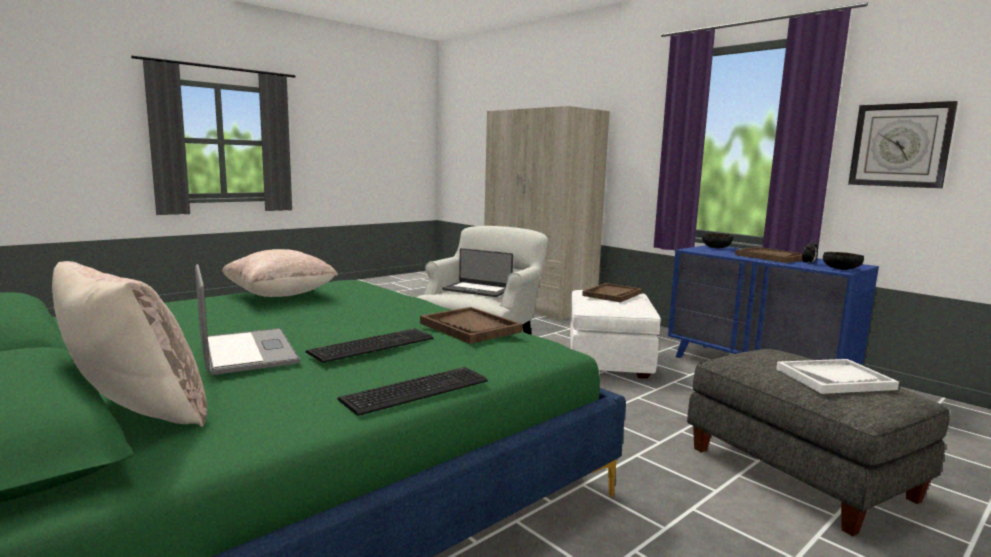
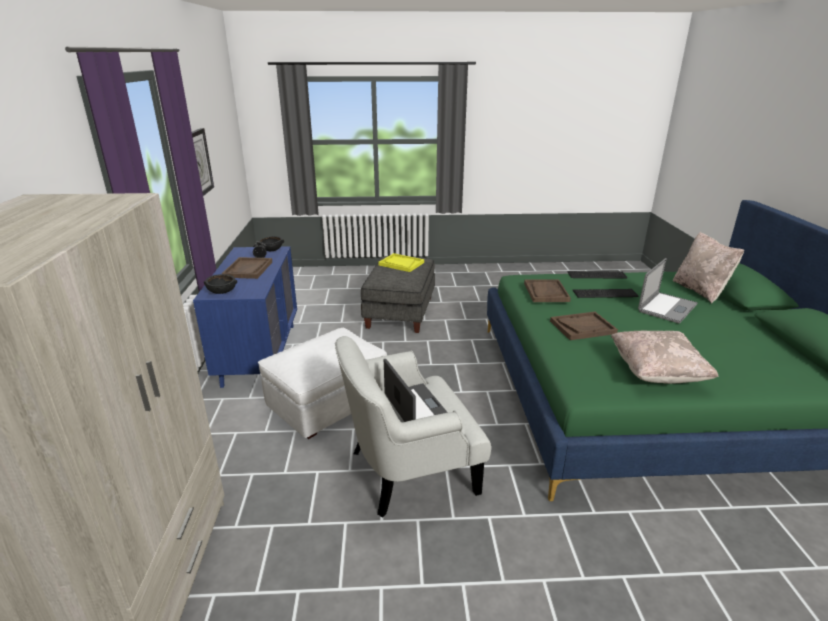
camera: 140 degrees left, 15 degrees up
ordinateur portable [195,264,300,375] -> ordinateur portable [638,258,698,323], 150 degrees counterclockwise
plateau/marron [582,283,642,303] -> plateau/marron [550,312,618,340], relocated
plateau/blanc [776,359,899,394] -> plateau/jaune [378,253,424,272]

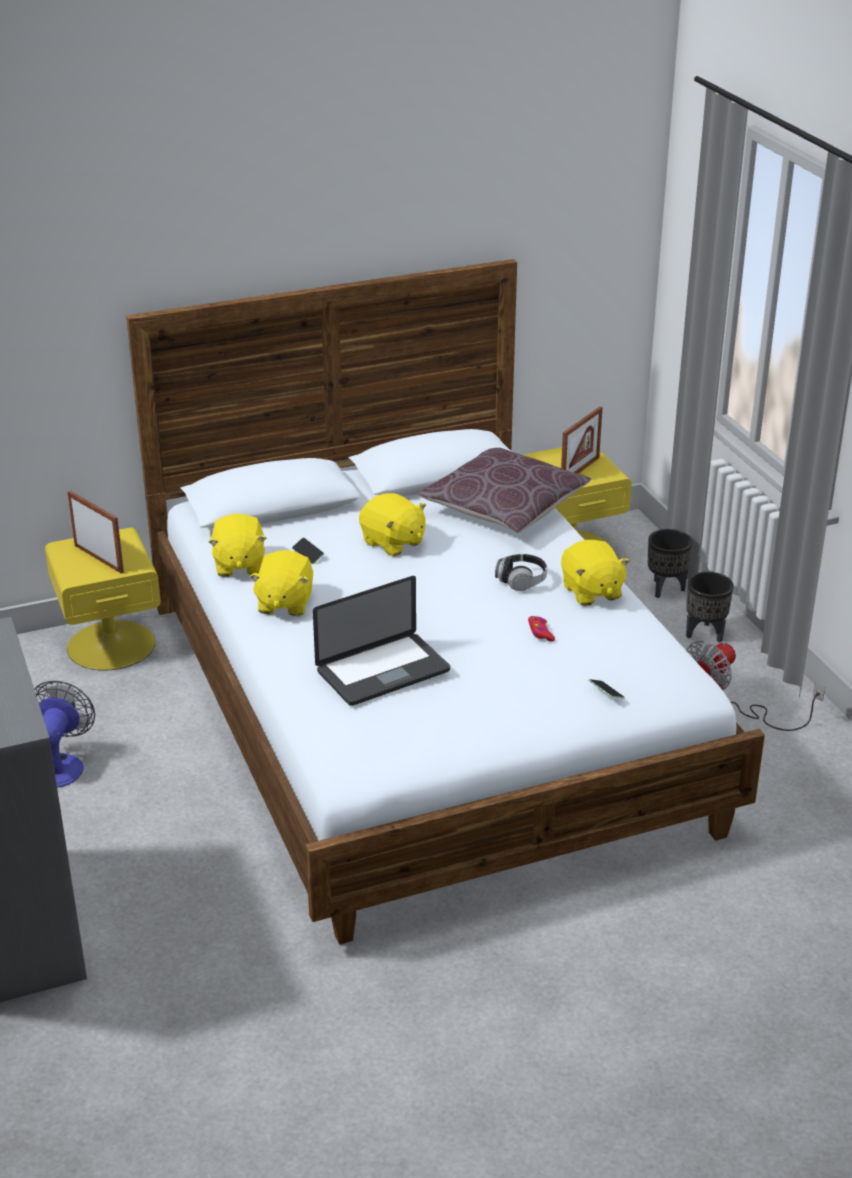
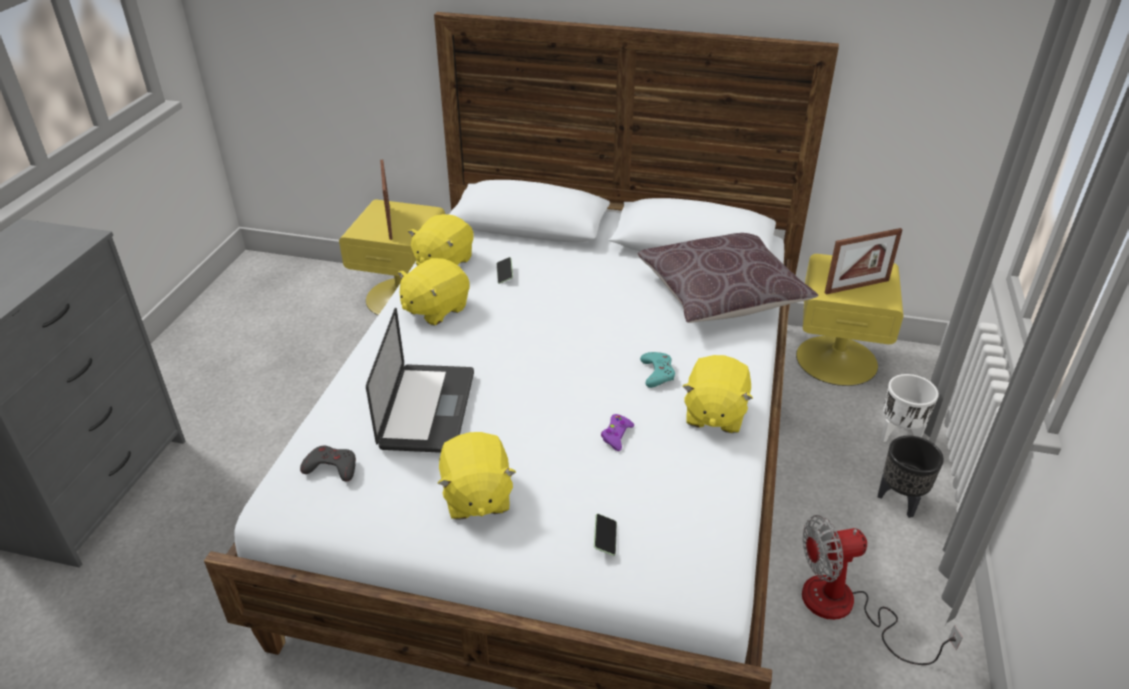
camera: 35 degrees right, 5 degrees up
peluche/jaune [359,493,426,556] -> peluche/jaune [438,432,516,520], relocated
cache-pot/noir [648,529,692,598] -> cache-pot/blanc [881,374,939,442]
casque audio [495,554,547,591] -> manette/turquoise [640,352,675,388]
ordinateur portable [313,576,450,706] -> ordinateur portable [366,308,474,453], 90 degrees counterclockwise
manette/rouge [528,616,555,642] -> manette/violet [601,414,634,451]
ventilateur [34,681,95,788] -> none
none -> manette/gris [300,446,356,481]

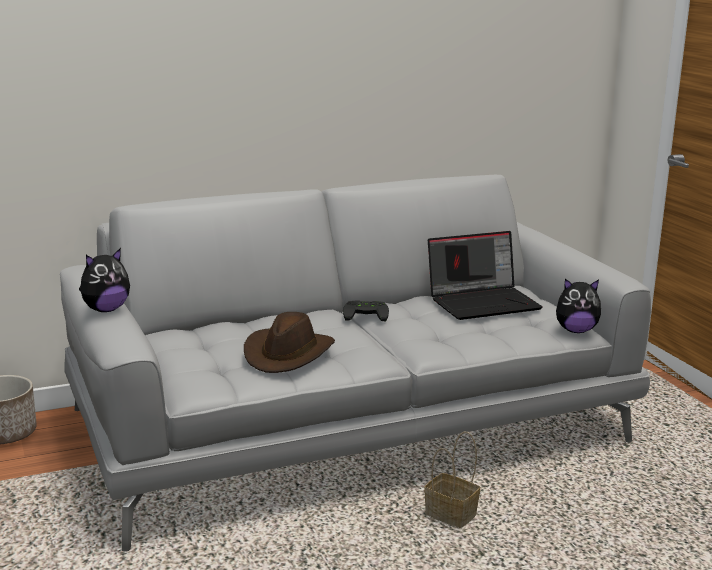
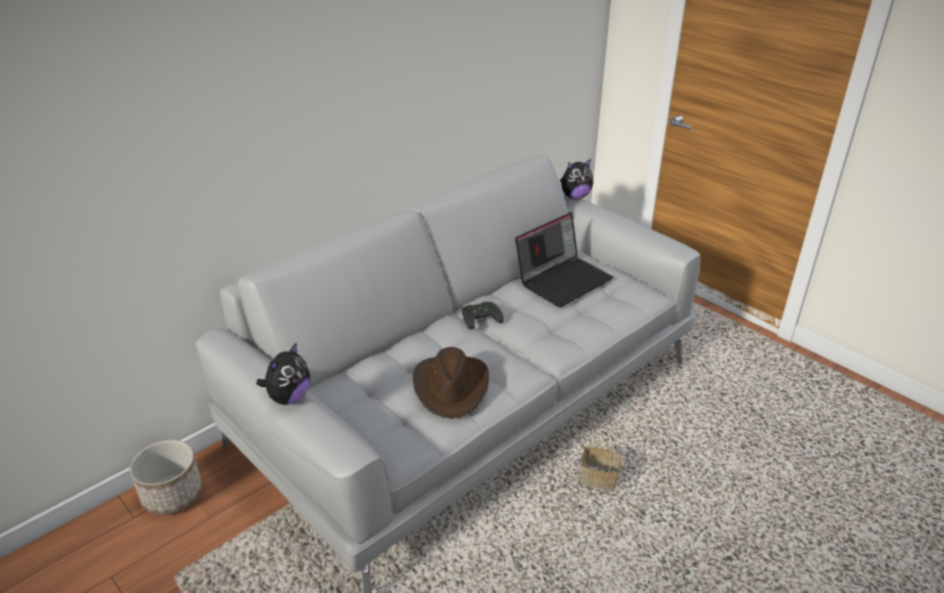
camera: 20 degrees left, 15 degrees up
peluche [556,279,601,333] -> peluche [560,159,593,199], relocated

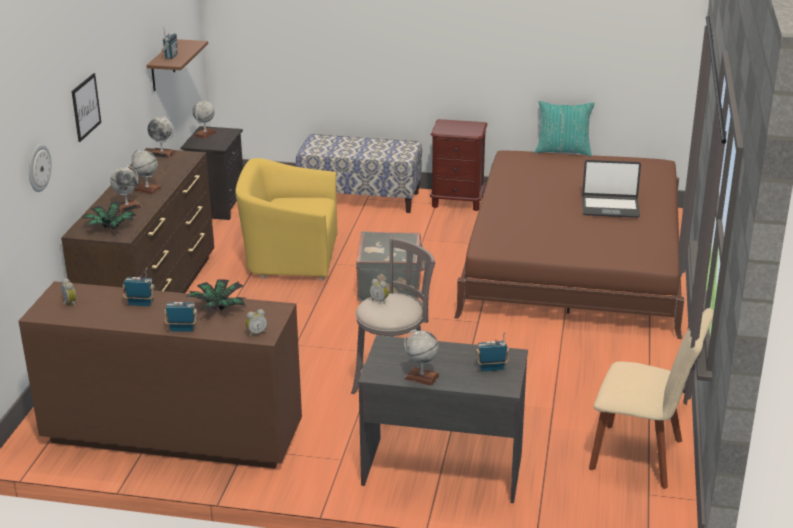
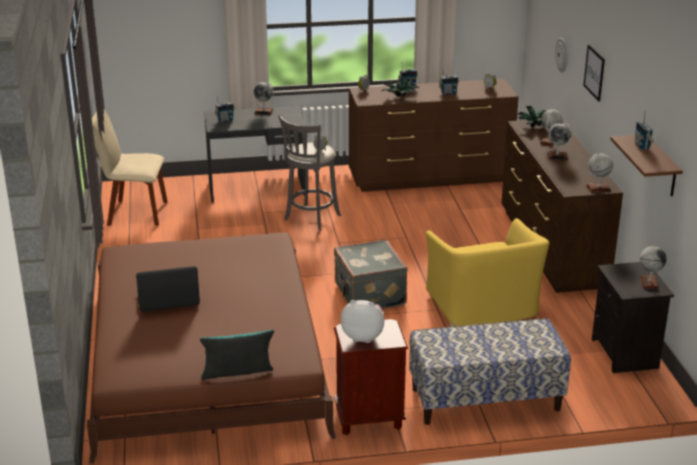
camera: 160 degrees right, 0 degrees up
fauteuil/jaune [235,158,338,281] -> fauteuil/jaune [426,218,549,327], 90 degrees clockwise
none -> peluche [341,300,384,343]

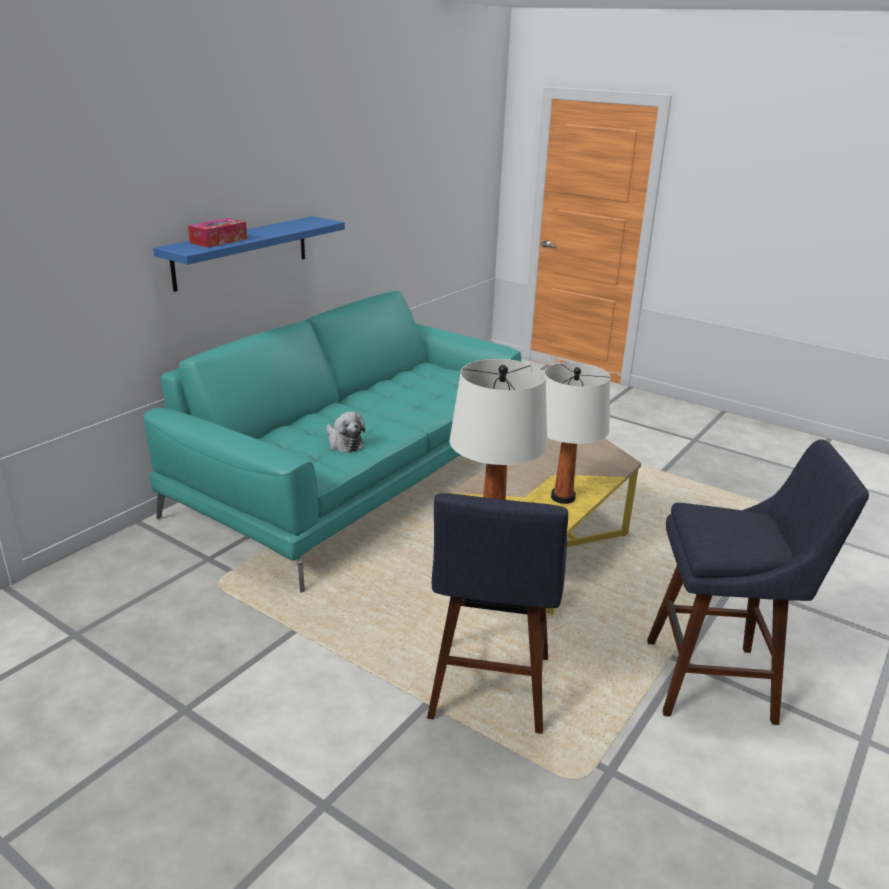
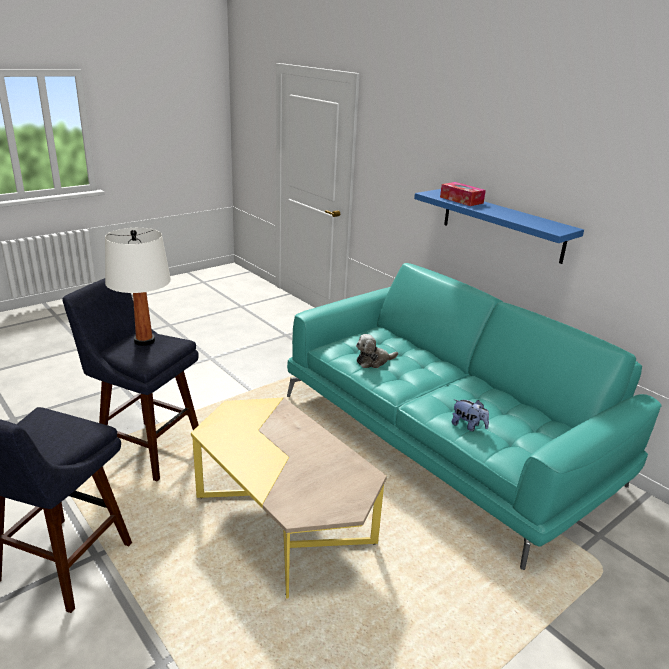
camera: 105 degrees right, 0 degrees up
lampe de table/blanc [544,363,610,504] -> none
none -> peluche [452,399,489,431]

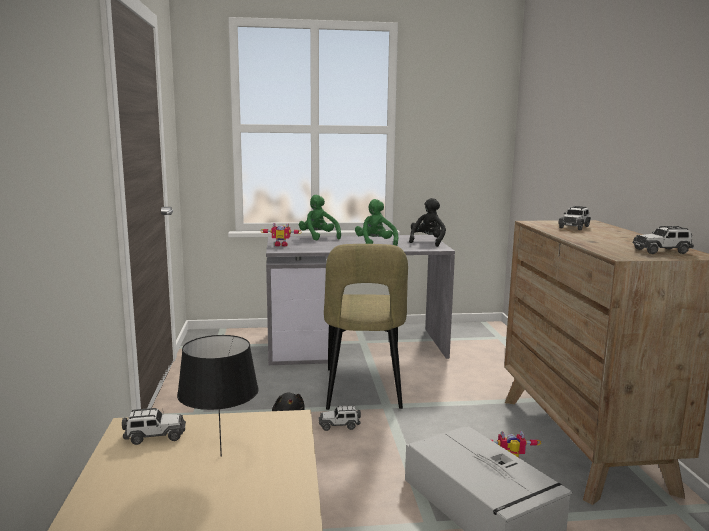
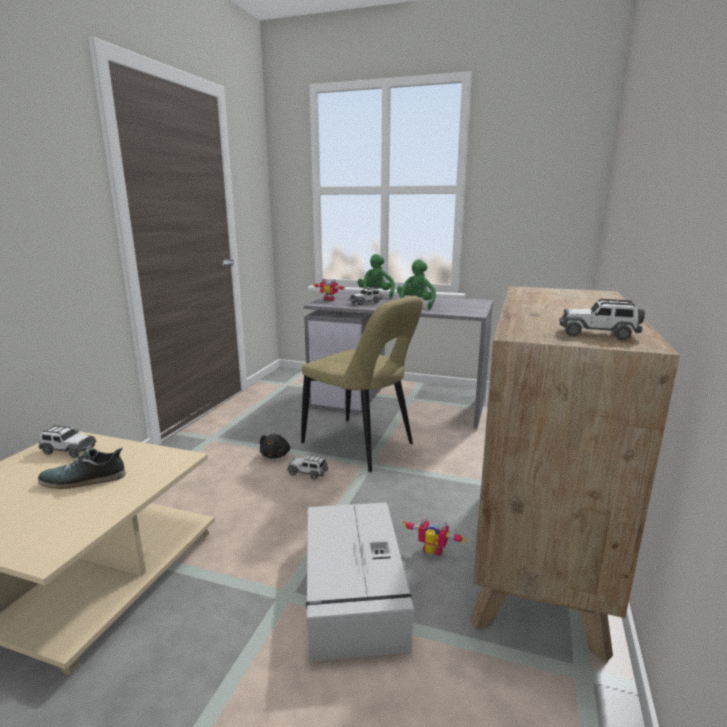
camera: 25 degrees right, 5 degrees up
peluche/noir [409,198,446,247] -> none
petite voiture [558,206,591,230] -> petite voiture [350,287,382,305], relocated
chaise/beige [324,244,408,410] -> chaise/beige [301,296,423,472], 75 degrees counterclockwise
lampe de table/noir [177,335,259,457] -> chaussure [38,448,125,489]

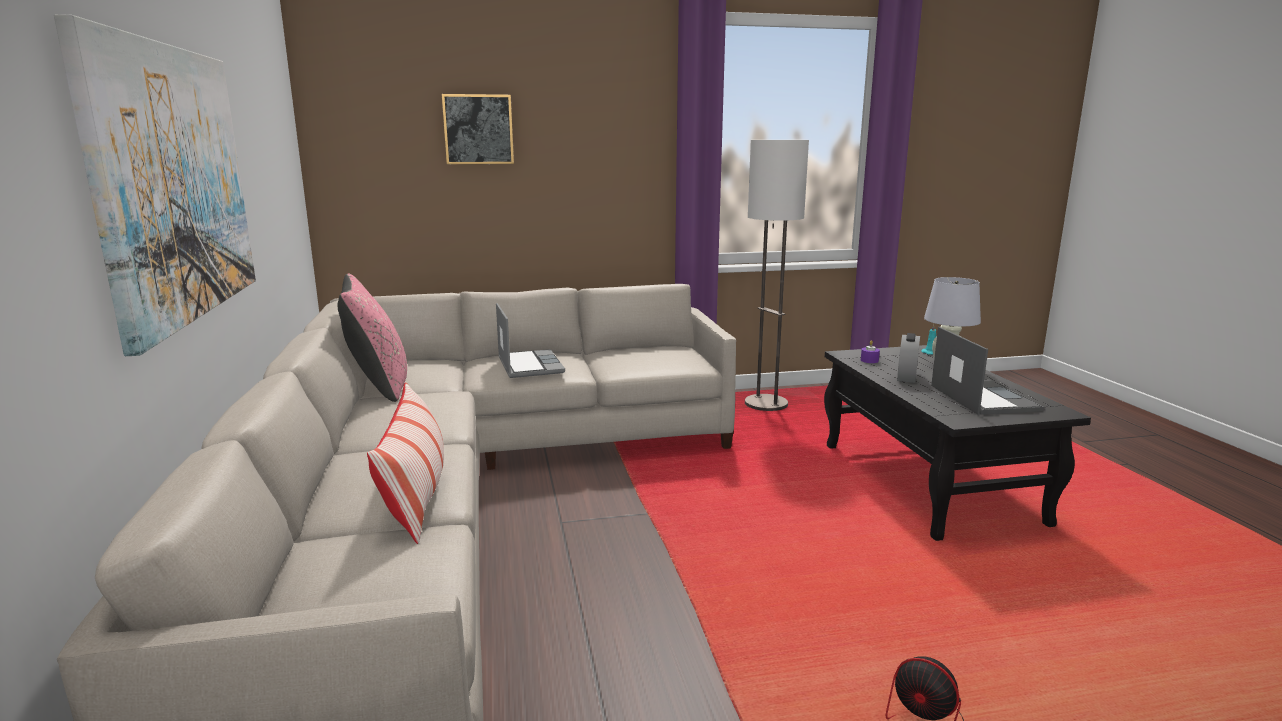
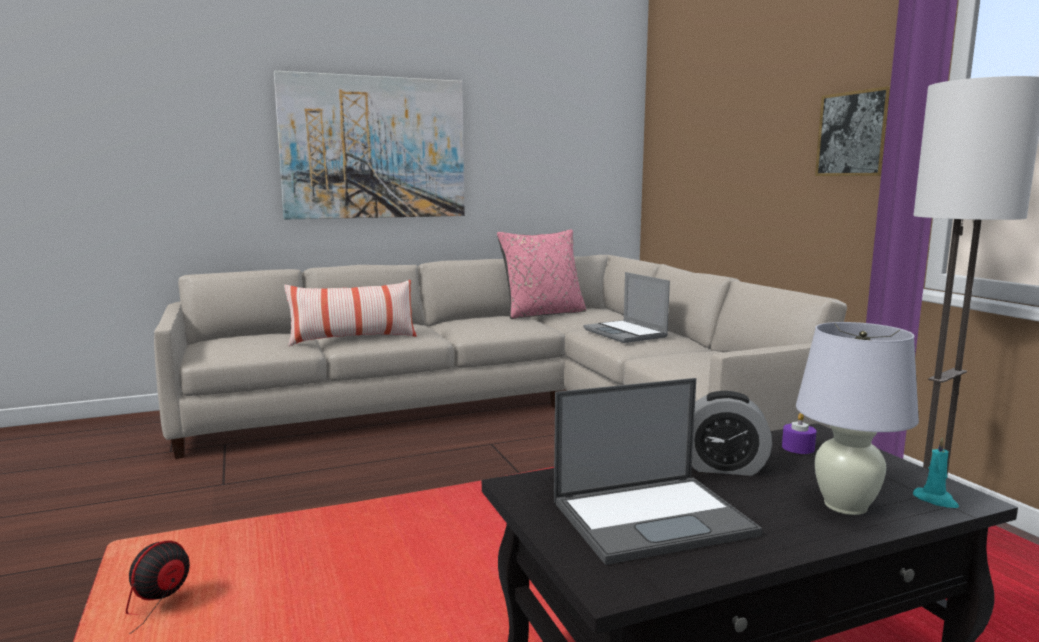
camera: 80 degrees right, 5 degrees down
tableau [442,94,514,164] -> tableau [815,86,890,176], relocated
ordinateur portable [496,303,565,378] -> ordinateur portable [583,272,670,343], 90 degrees clockwise

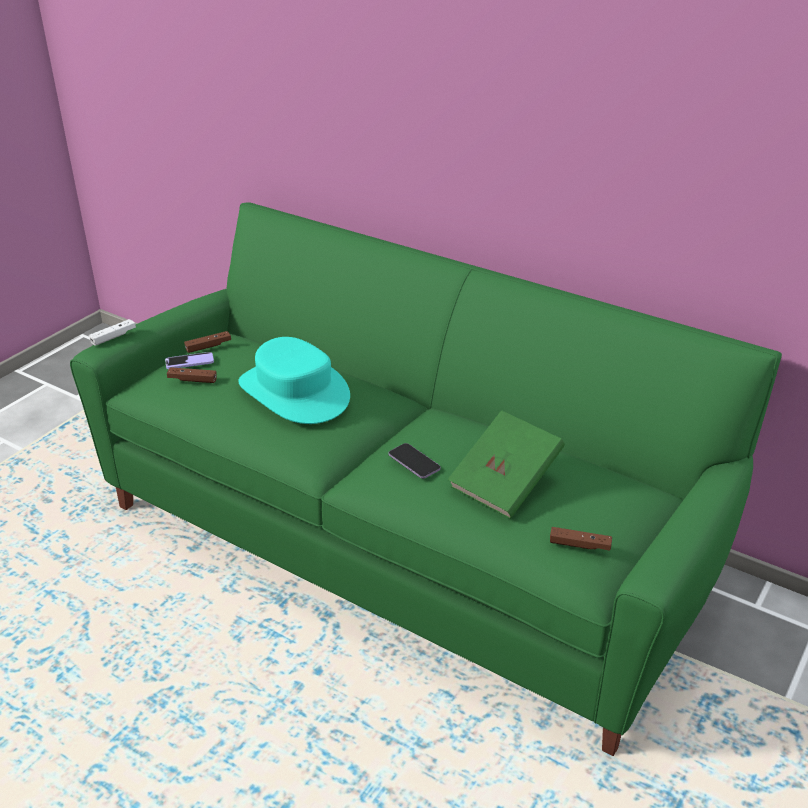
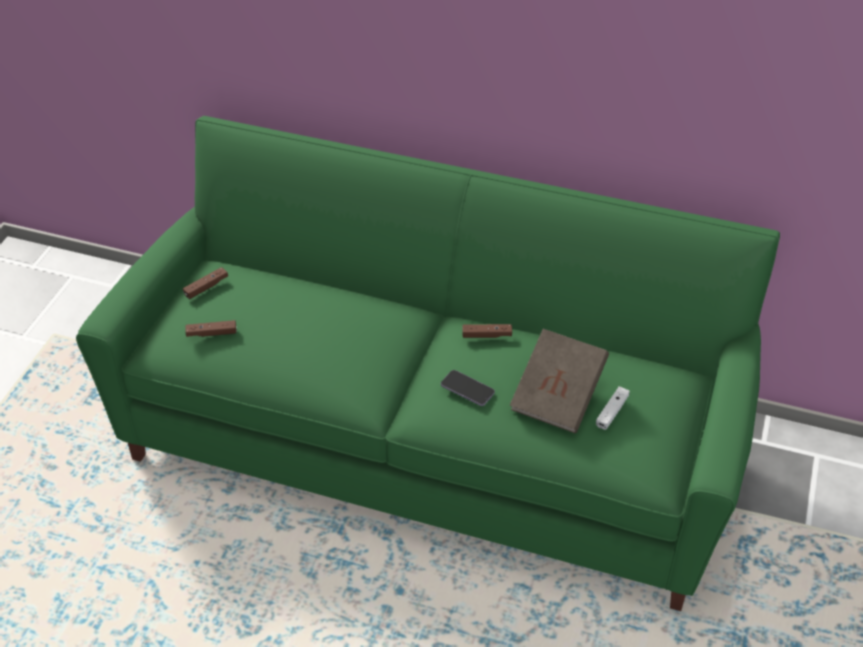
camera: 15 degrees left, 10 degrees up
manette/blanc [89,319,136,346] -> manette/blanc [596,386,630,430], relocated
chapeau/turquoise [238,337,350,424] -> none
téléphone [165,352,214,369] -> none
livre/vert [448,410,565,519] -> livre/marron [510,329,609,433]
manette/marron [550,527,612,551] -> manette/marron [462,324,512,338], relocated

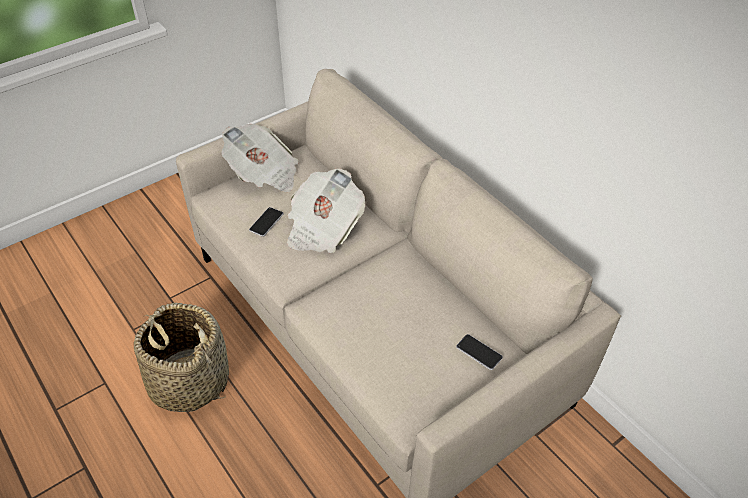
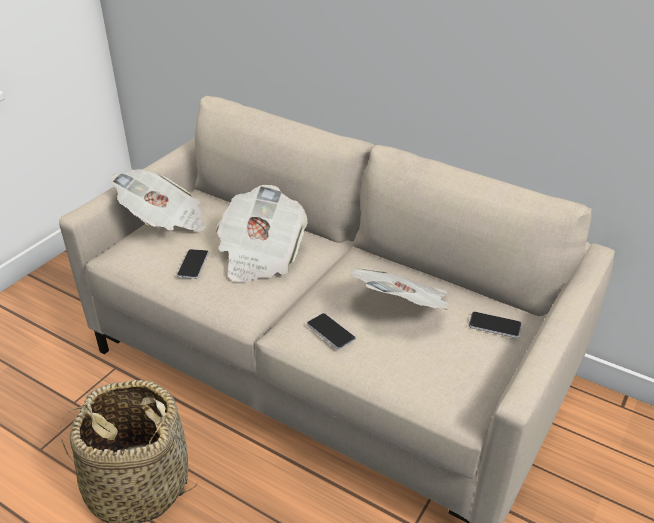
camera: 20 degrees left, 10 degrees down
none -> journal [350,268,450,310]
none -> téléphone [307,313,356,350]

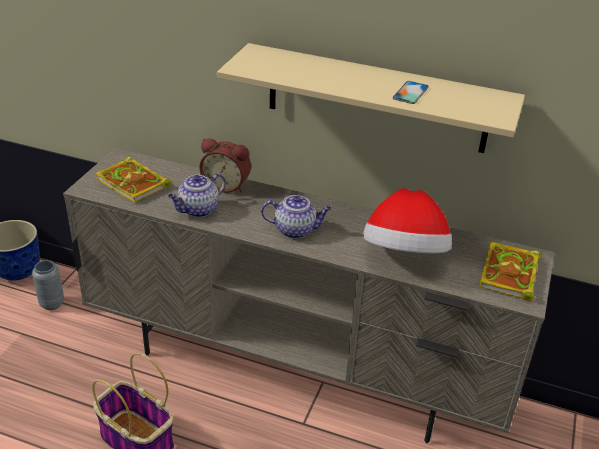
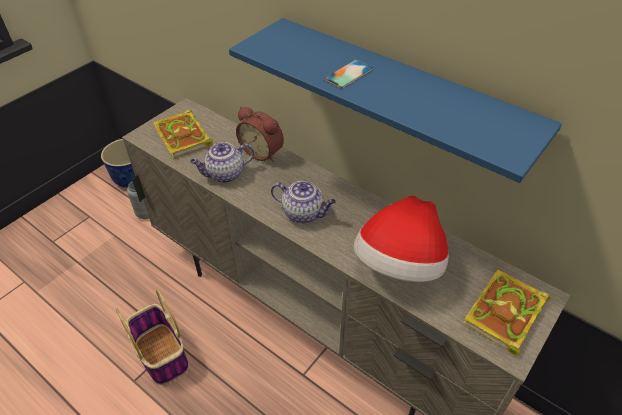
camera: 20 degrees right, 10 degrees up
étagère/beige [217,43,525,153] -> étagère/bleu [229,18,562,183]
téléphone [392,81,429,104] -> téléphone [324,60,373,88], relocated

